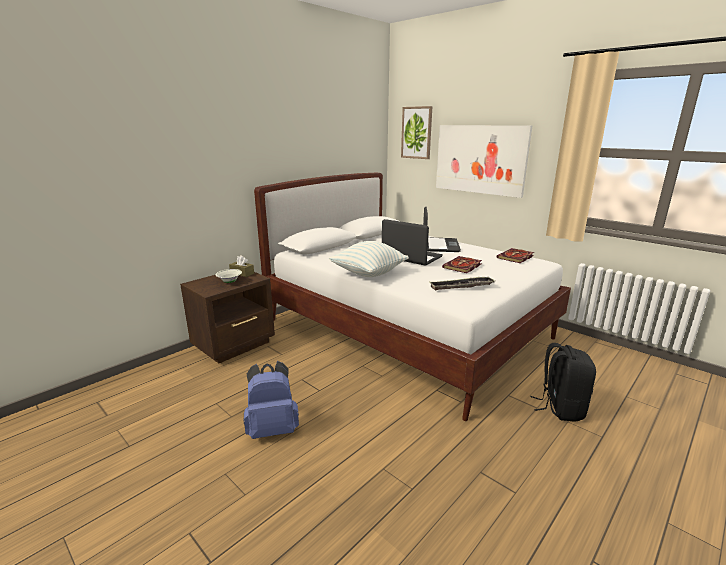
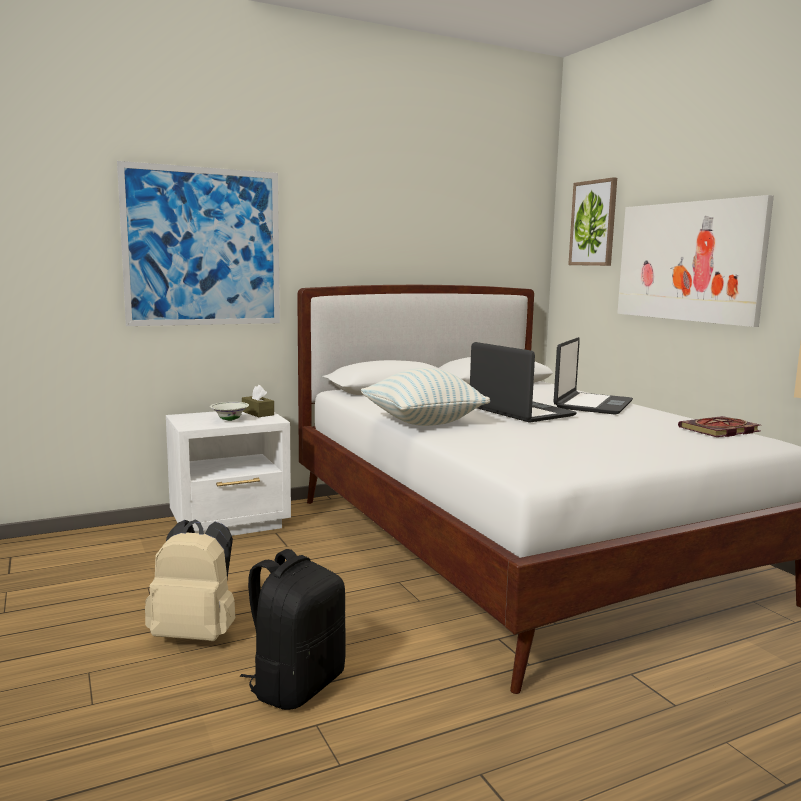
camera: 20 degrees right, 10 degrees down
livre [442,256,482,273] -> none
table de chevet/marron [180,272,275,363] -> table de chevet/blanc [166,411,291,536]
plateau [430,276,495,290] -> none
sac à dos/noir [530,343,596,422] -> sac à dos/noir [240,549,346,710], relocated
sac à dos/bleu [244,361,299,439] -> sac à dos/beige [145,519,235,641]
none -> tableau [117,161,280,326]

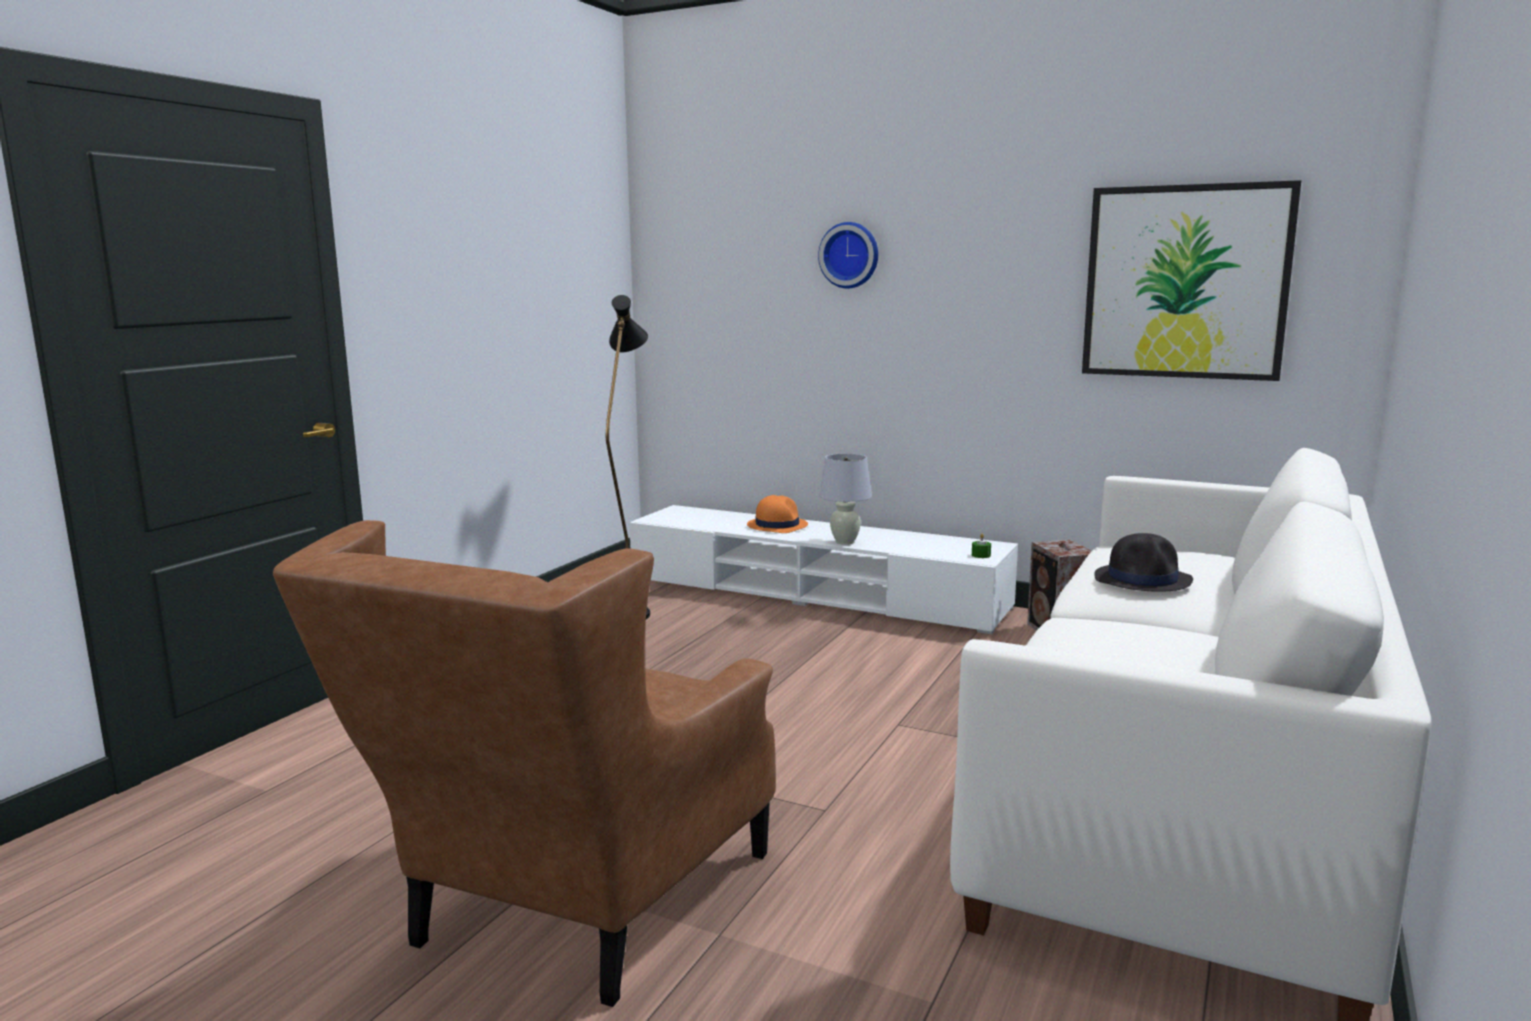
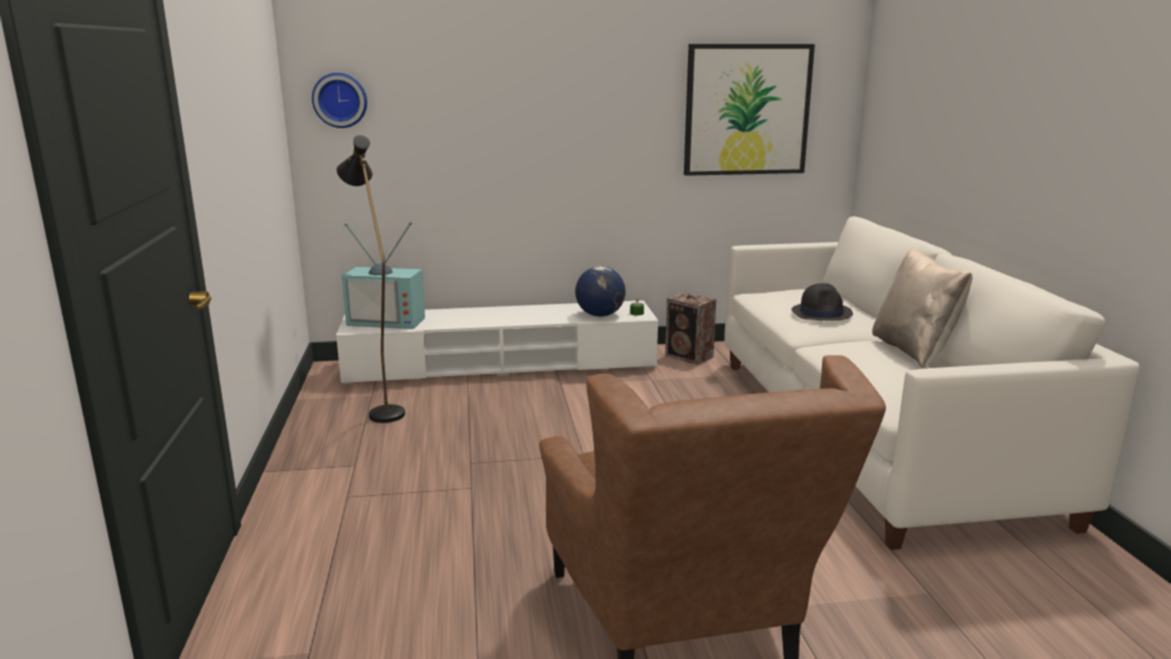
camera: 35 degrees left, 5 degrees up
horloge murale [818,222,878,289] -> horloge murale [312,73,367,128], relocated
lampe de table/blanc [819,453,872,545] -> none
chapeau/orange [747,495,808,533] -> none
none -> téléviseur [341,222,425,329]
none -> coussin/beige [872,248,973,368]
none -> globe [575,266,626,317]

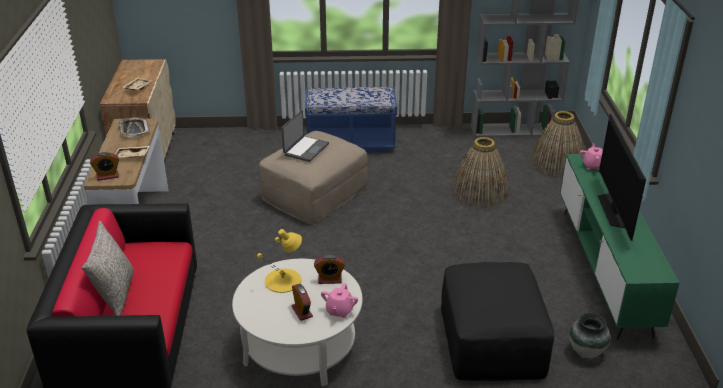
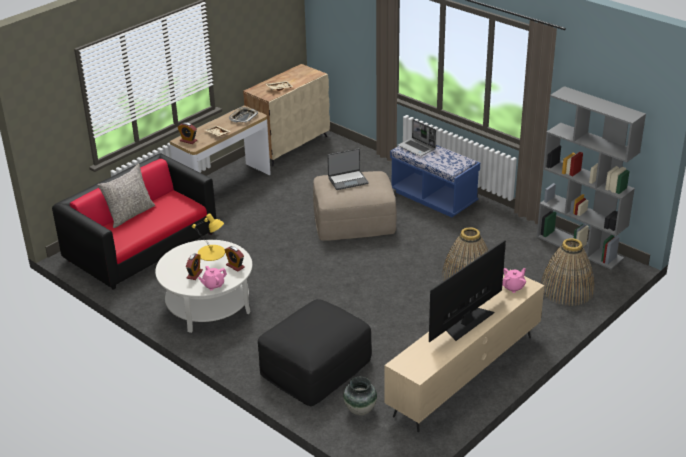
camera: 45 degrees right, 0 degrees up
meuble télé/vert [560,154,680,340] -> meuble télé/beige [384,270,544,432]
none -> ordinateur portable [398,119,436,156]

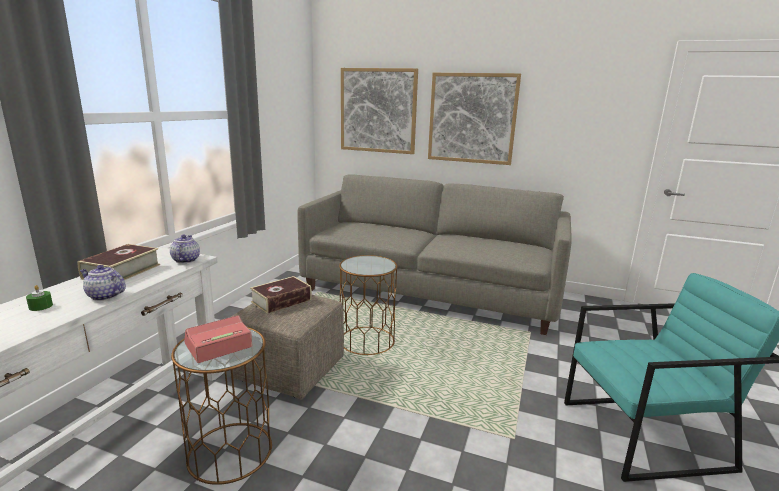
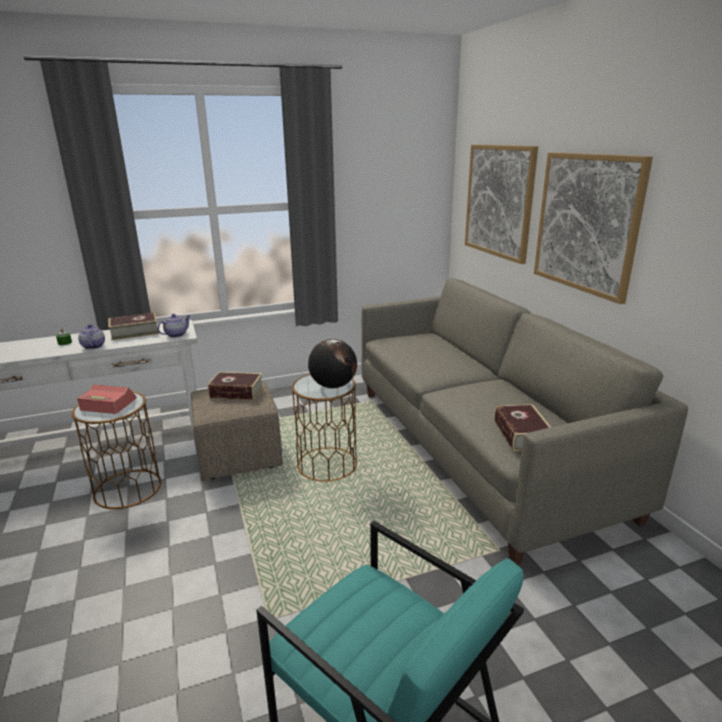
camera: 50 degrees right, 5 degrees up
none -> globe [308,339,357,388]
none -> livre [495,404,550,451]

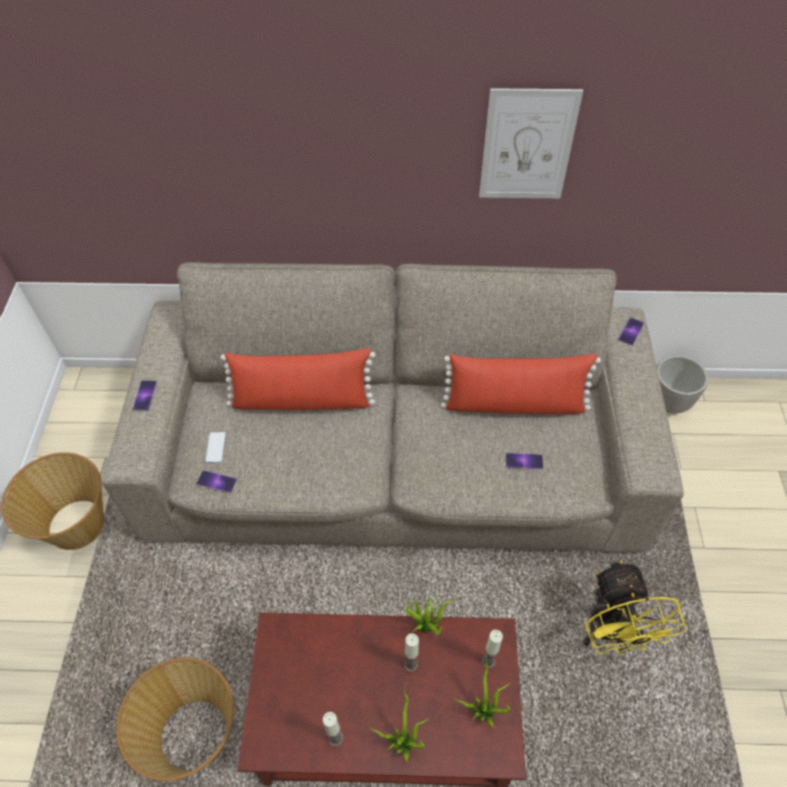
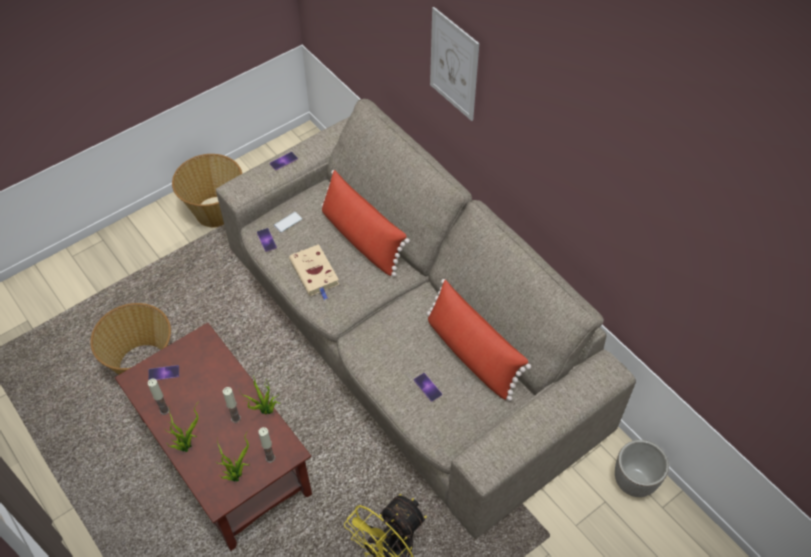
camera: 50 degrees right, 0 degrees up
tableau [479,88,583,198] -> tableau [430,7,479,121], relocated
téléphone [618,317,644,346] -> téléphone [148,365,179,380], relocated
none -> livre/beige [289,244,339,300]

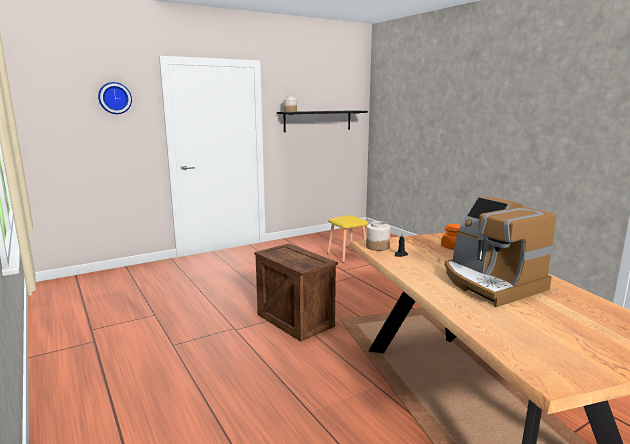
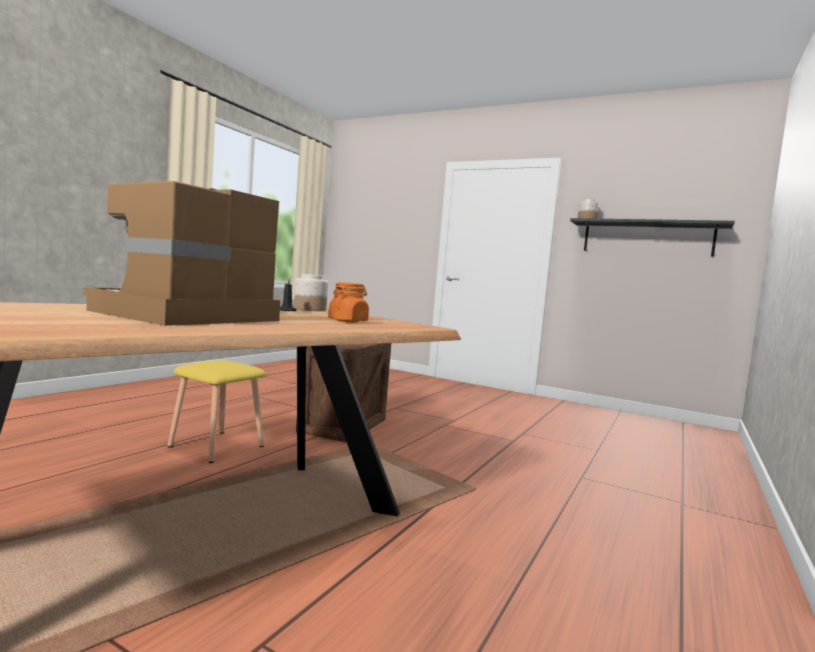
camera: 60 degrees right, 10 degrees down
horloge murale [98,82,132,114] -> none
tabouret/jaune [327,215,368,263] -> tabouret/jaune [167,360,266,463], relocated

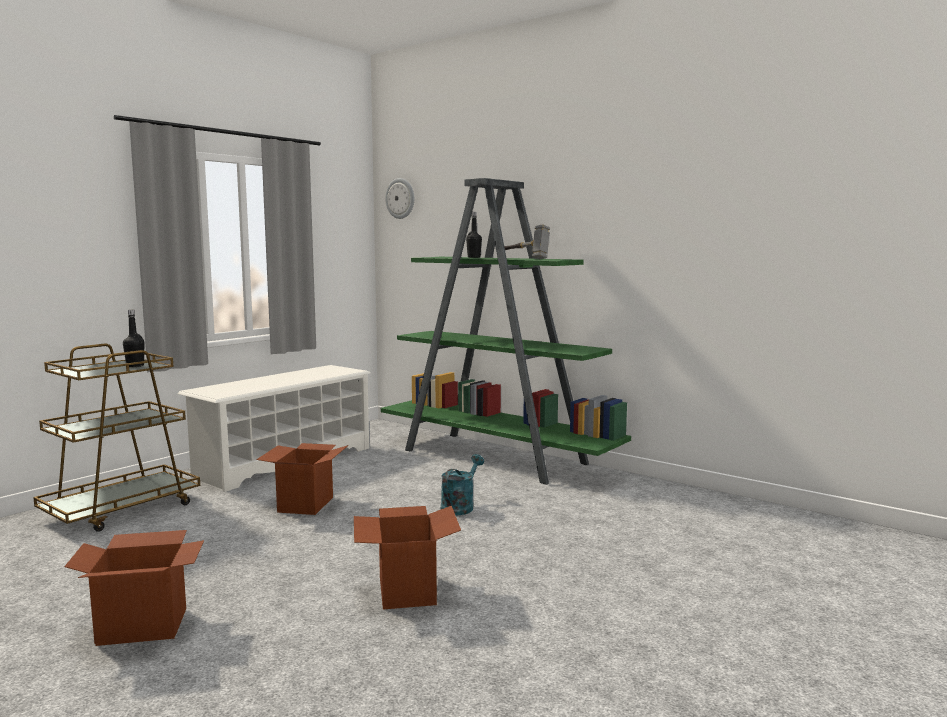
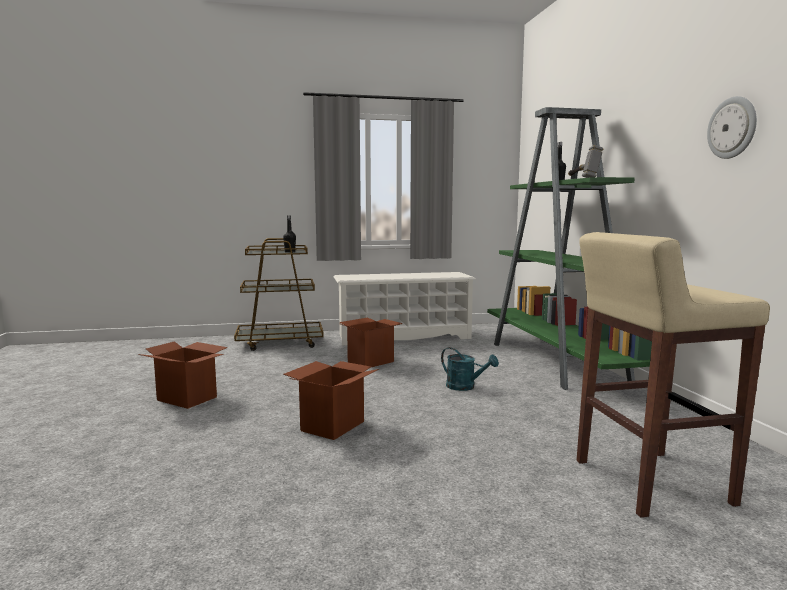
camera: 40 degrees right, 0 degrees up
horloge murale [385,178,414,219] -> horloge murale [707,96,757,159], relocated
arrosoir/turquoise [441,454,484,515] -> arrosoir/turquoise [441,347,499,391], 60 degrees clockwise
none -> tabouret/beige [576,232,770,518]

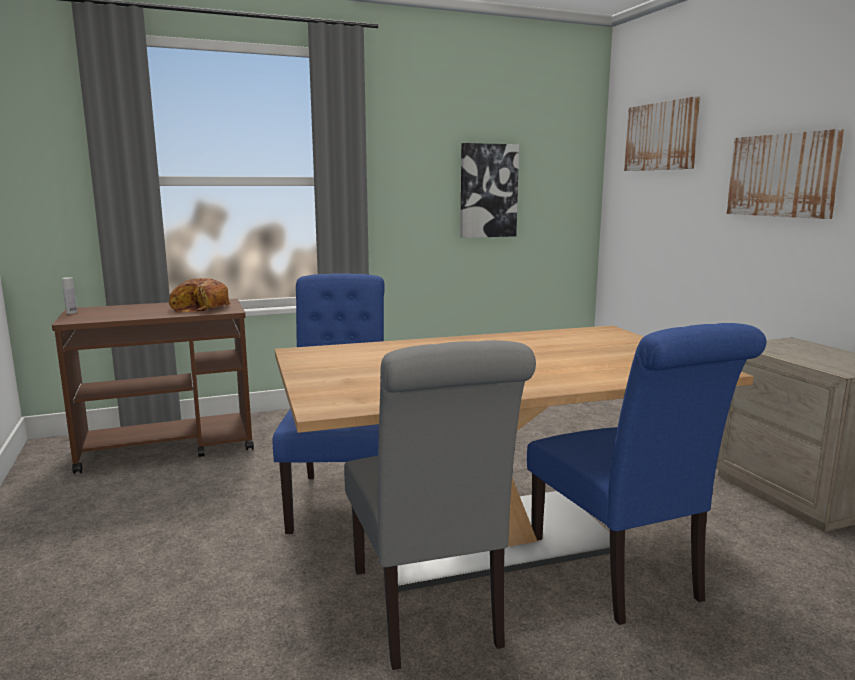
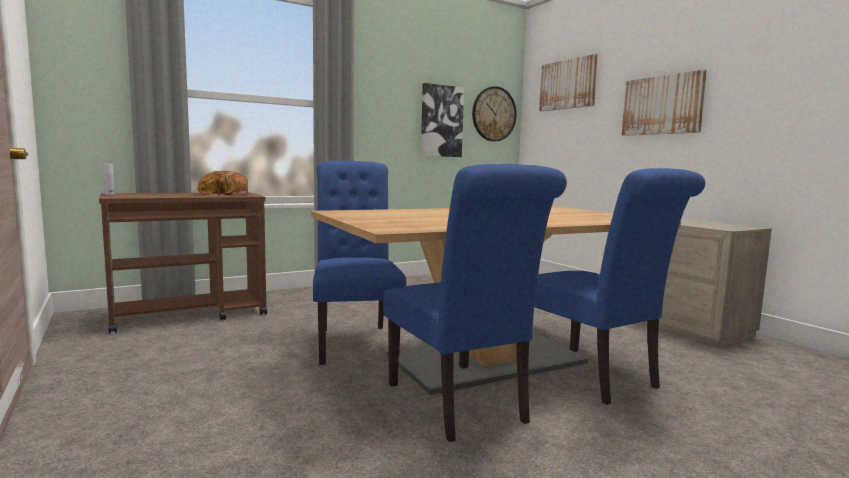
camera: 10 degrees left, 5 degrees down
chaise/gris [344,340,536,670] -> chaise/bleu [383,164,567,442]
none -> horloge murale [472,86,517,141]

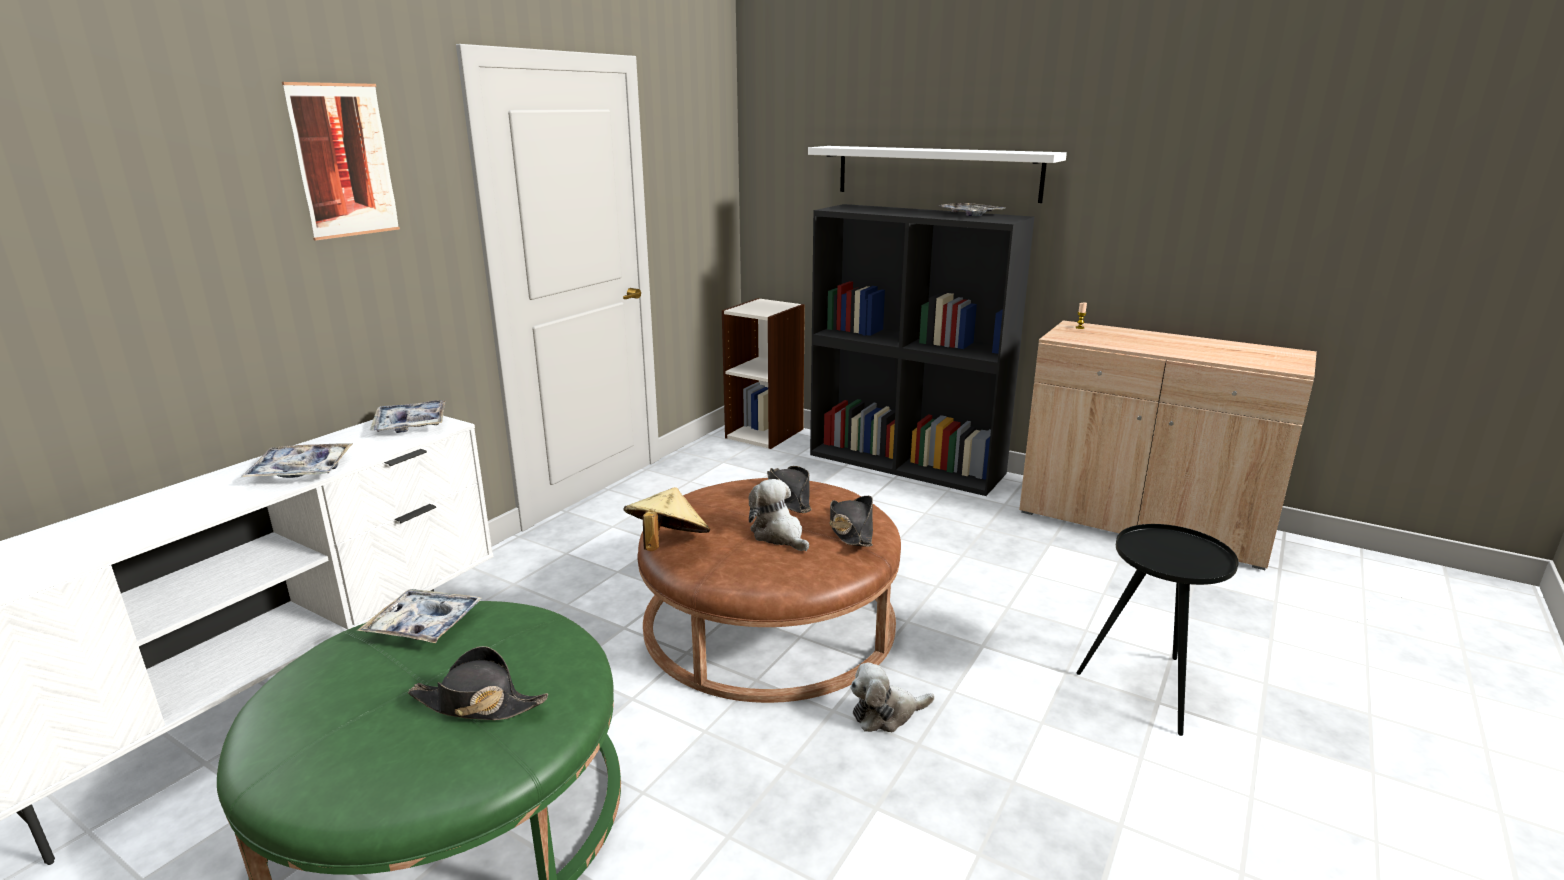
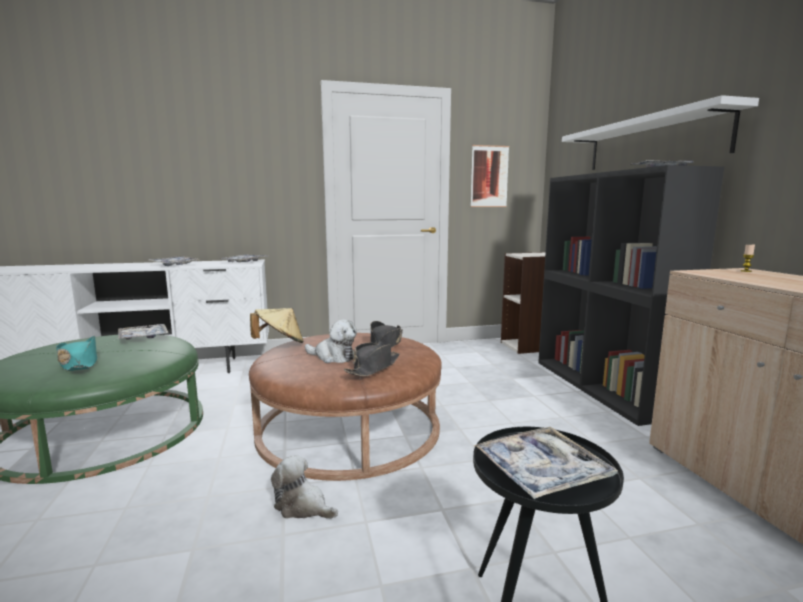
camera: 45 degrees right, 10 degrees down
tableau [282,82,400,241] -> tableau [470,145,509,207], relocated
peluche [749,479,809,551] -> peluche [305,319,357,363], 105 degrees clockwise
chapeau/noir [408,646,548,720] -> chapeau/turquoise [56,336,97,371]
none -> plateau [474,427,618,499]

